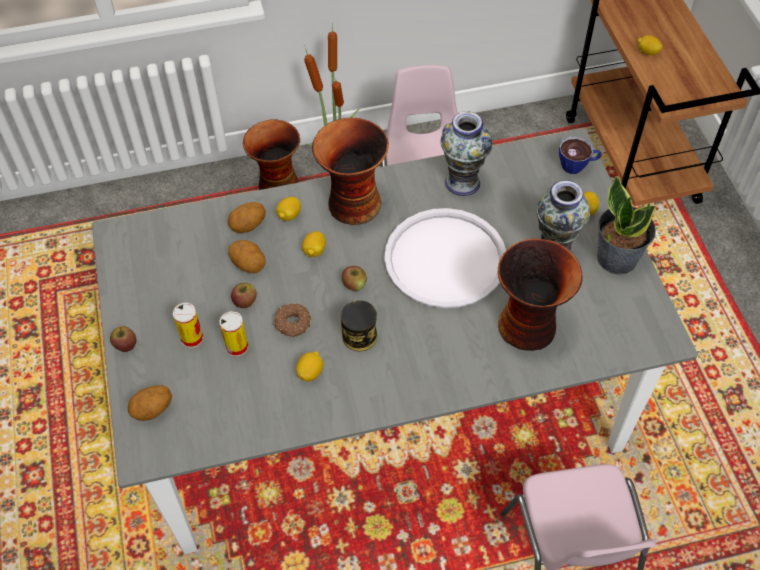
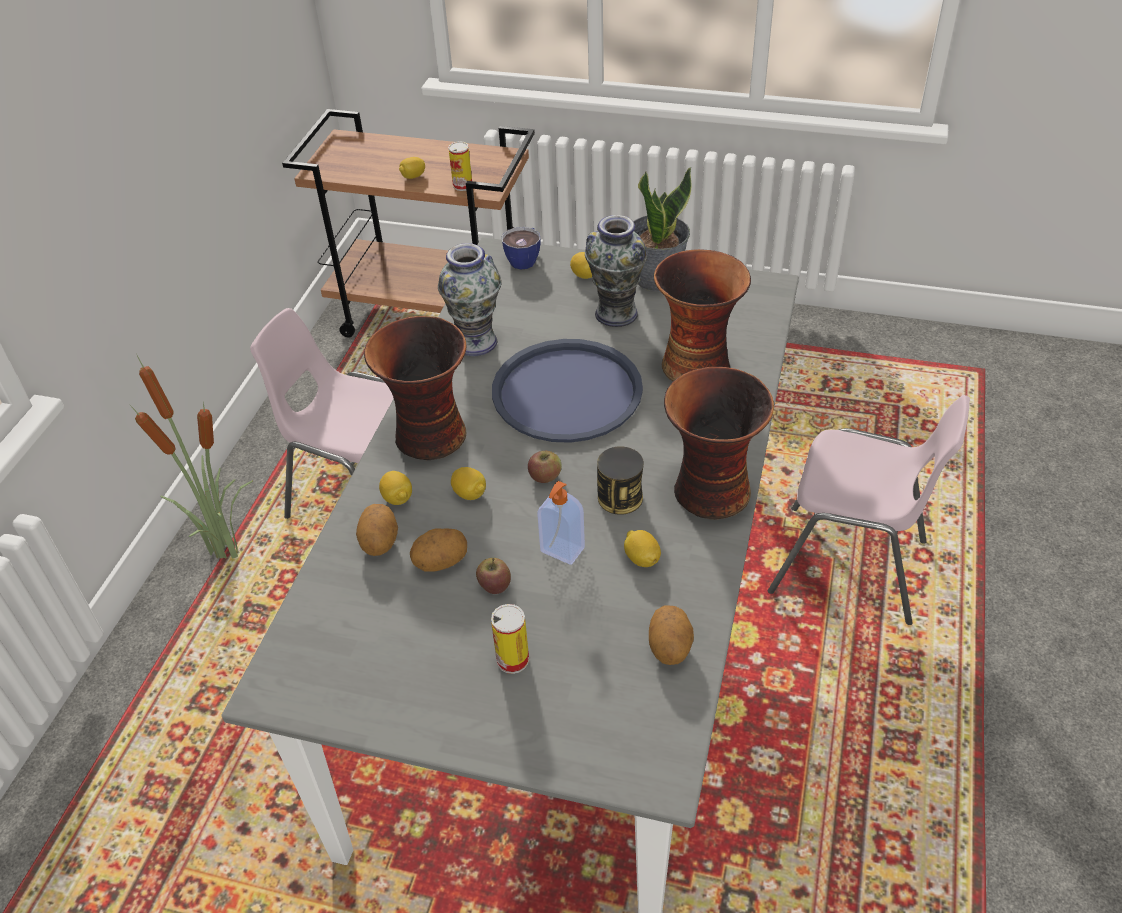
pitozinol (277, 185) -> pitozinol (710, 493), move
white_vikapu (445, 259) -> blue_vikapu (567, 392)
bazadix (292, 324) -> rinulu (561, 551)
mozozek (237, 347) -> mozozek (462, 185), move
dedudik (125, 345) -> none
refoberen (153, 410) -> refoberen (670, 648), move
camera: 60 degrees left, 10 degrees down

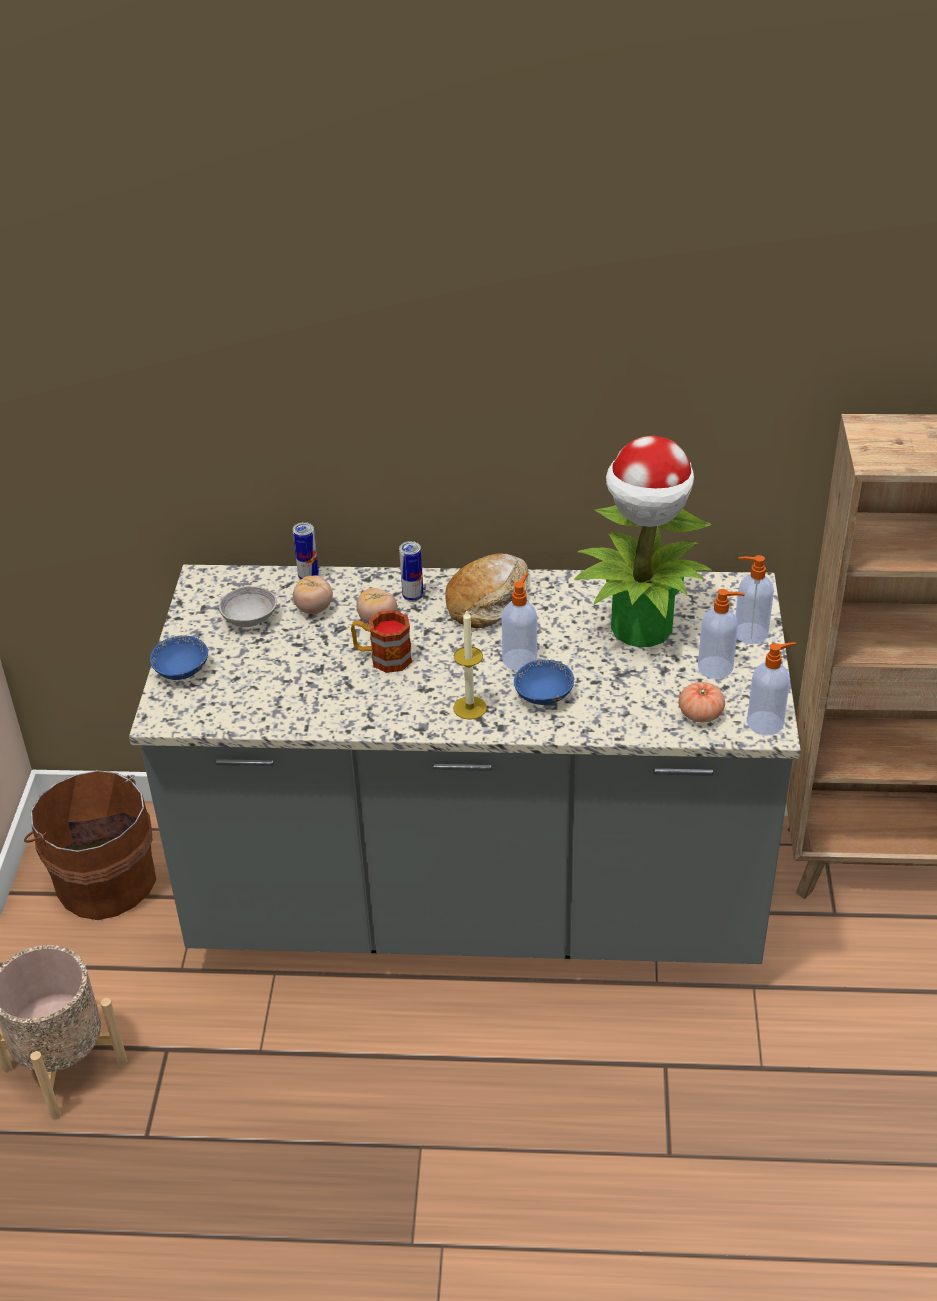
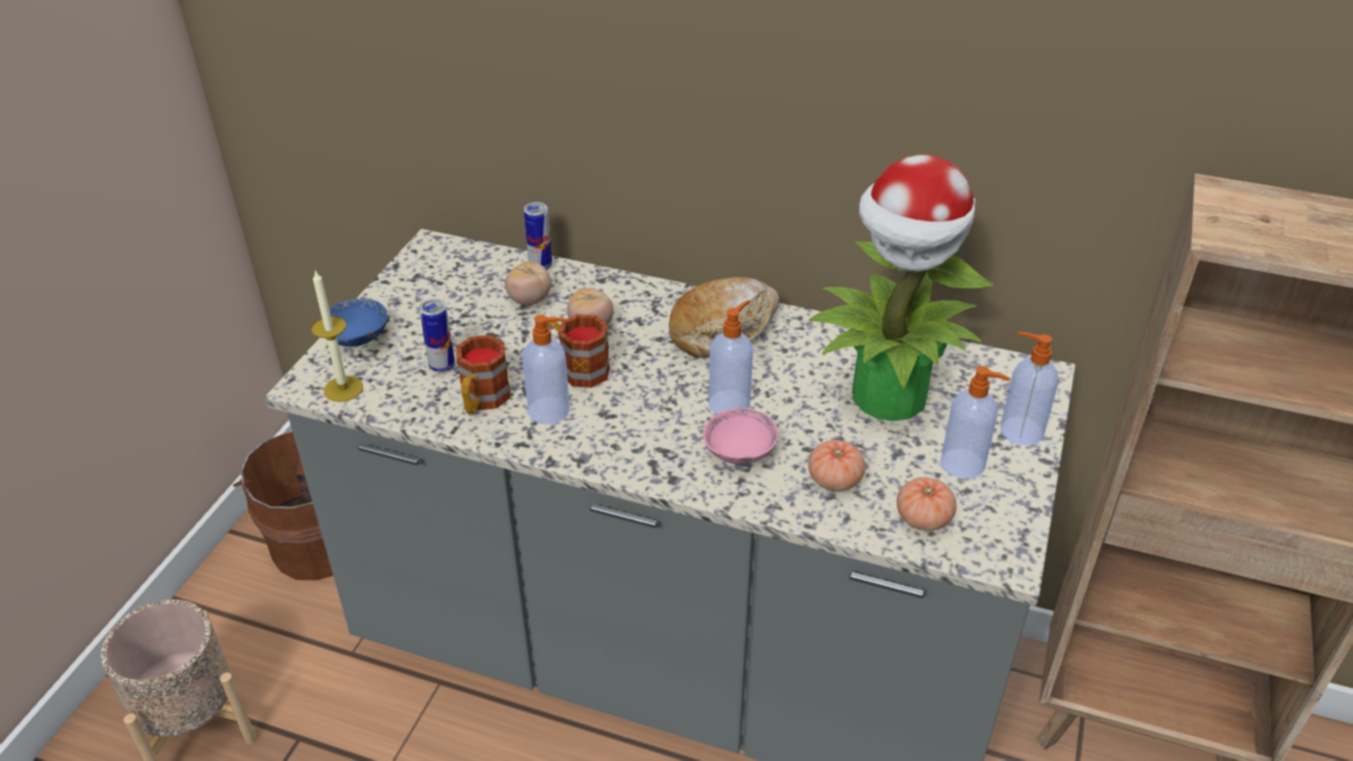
mozozek (413, 596) -> mozozek (442, 366), move
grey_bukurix (249, 619) -> none
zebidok (470, 708) -> zebidok (343, 389), move
rinulu (766, 723) -> rinulu (550, 411), move
blue_bukurix (543, 695) -> pink_bukurix (740, 452)
none -> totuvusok (482, 401)
none -> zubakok (834, 479)
camera: 15 degrees right, 0 degrees up

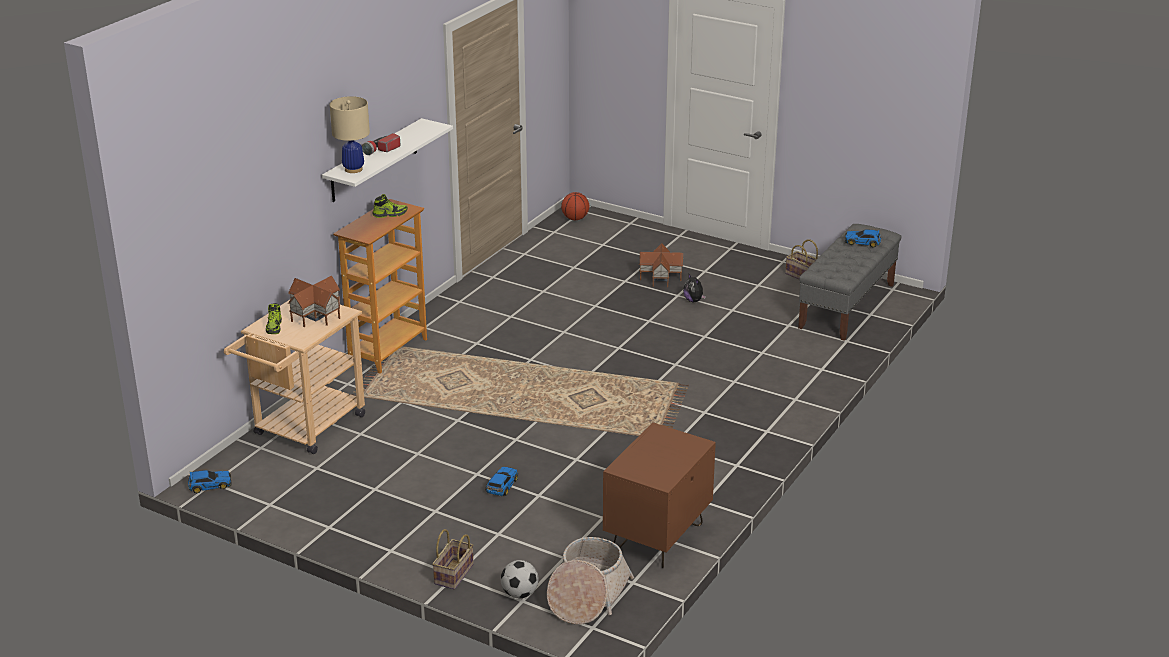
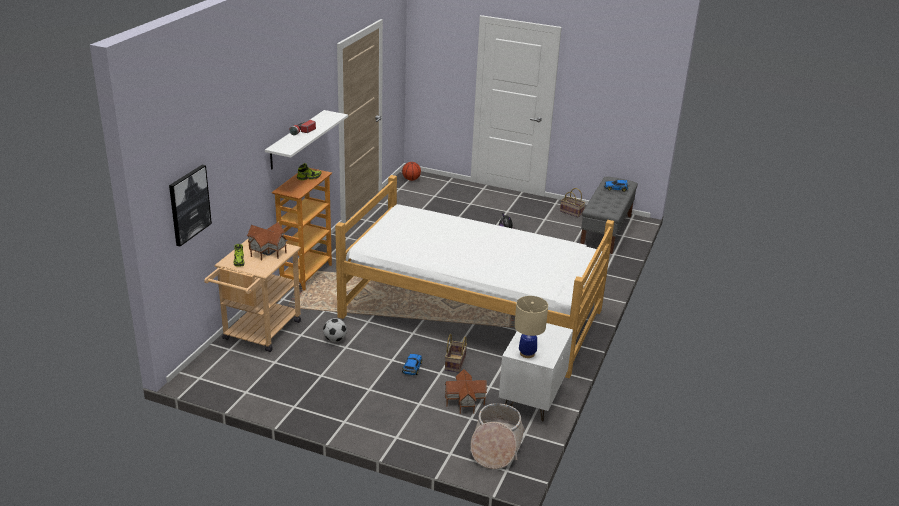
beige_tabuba (353, 169) -> beige_tabuba (527, 353), move
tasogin (661, 277) -> tasogin (465, 401), move
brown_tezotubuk (657, 538) -> white_tezotubuk (532, 399)
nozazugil (209, 485) -> none
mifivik (454, 575) -> mifivik (455, 364), move
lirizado (519, 594) -> lirizado (335, 339), move
none -> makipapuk (189, 204)
none -> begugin (471, 314)
camera: 10 degrees left, 0 degrees up

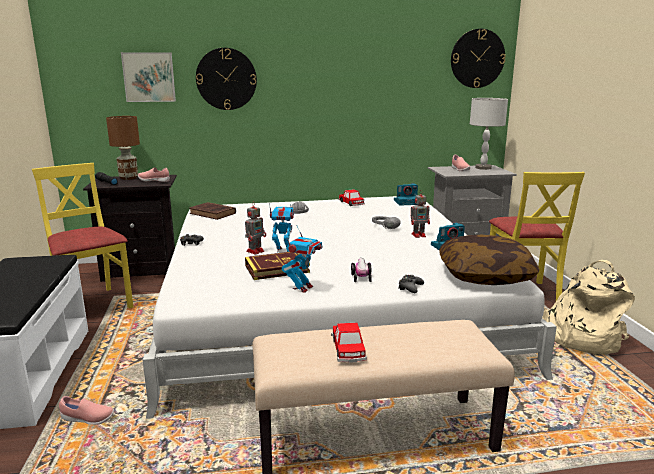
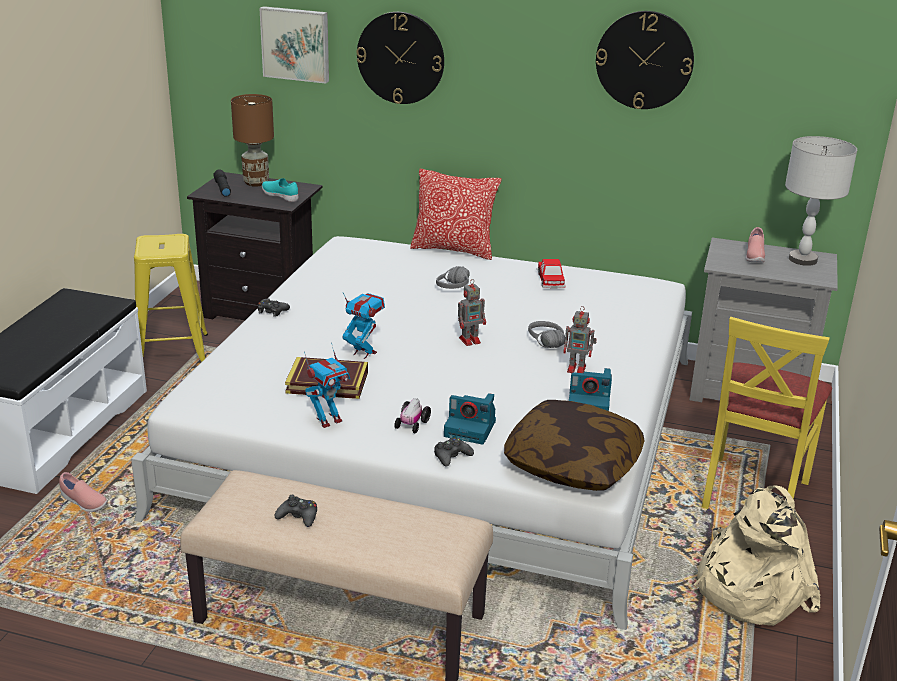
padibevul (477, 58) -> padibevul (644, 60), move
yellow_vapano (92, 305) -> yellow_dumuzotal (172, 353)
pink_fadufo (154, 181) -> turquoise_fadufo (281, 197)
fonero (406, 202) -> fonero (471, 429), move
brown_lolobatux (213, 214) -> none
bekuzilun (256, 251) -> bekuzilun (470, 340), move
nozazugil (348, 349) -> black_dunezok (298, 516)
none -> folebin (453, 249)
camera: 25 degrees right, 10 degrees up

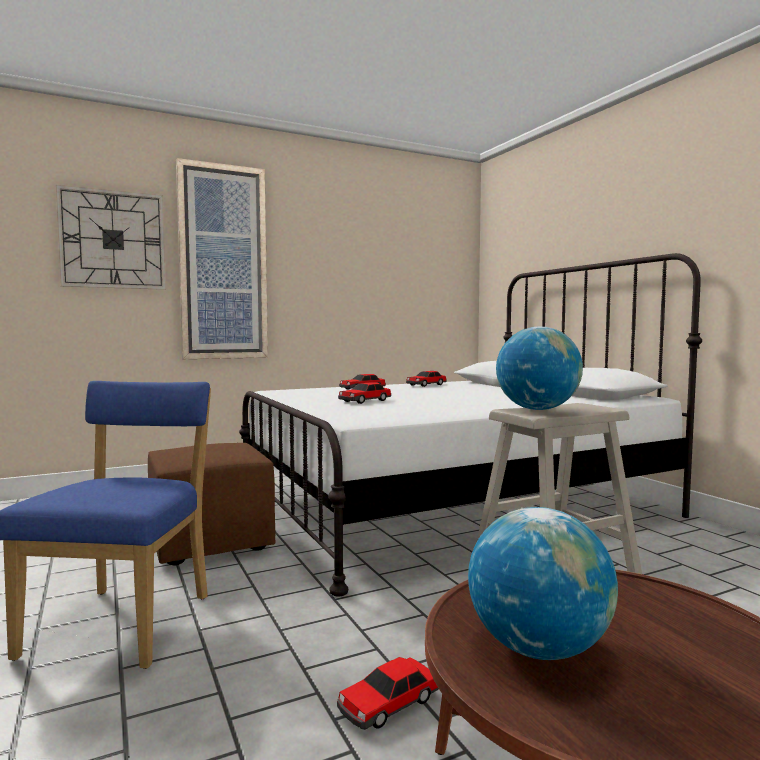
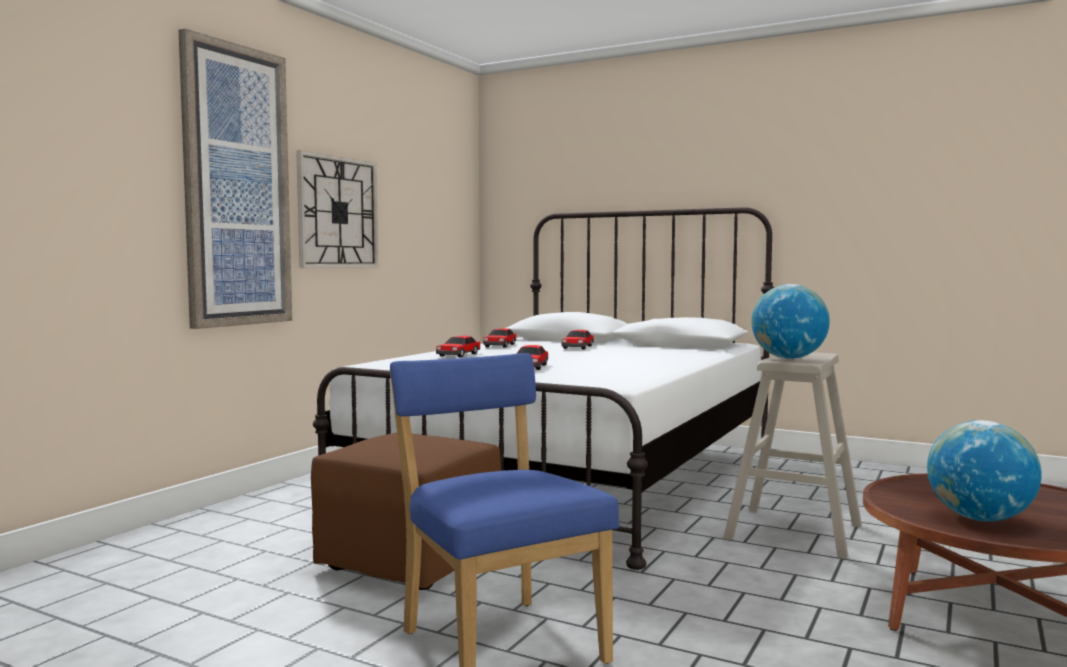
padibevul (113, 240) -> padibevul (338, 212), move
nozazugil (388, 704) -> nozazugil (577, 347), move
camera: 35 degrees left, 0 degrees up

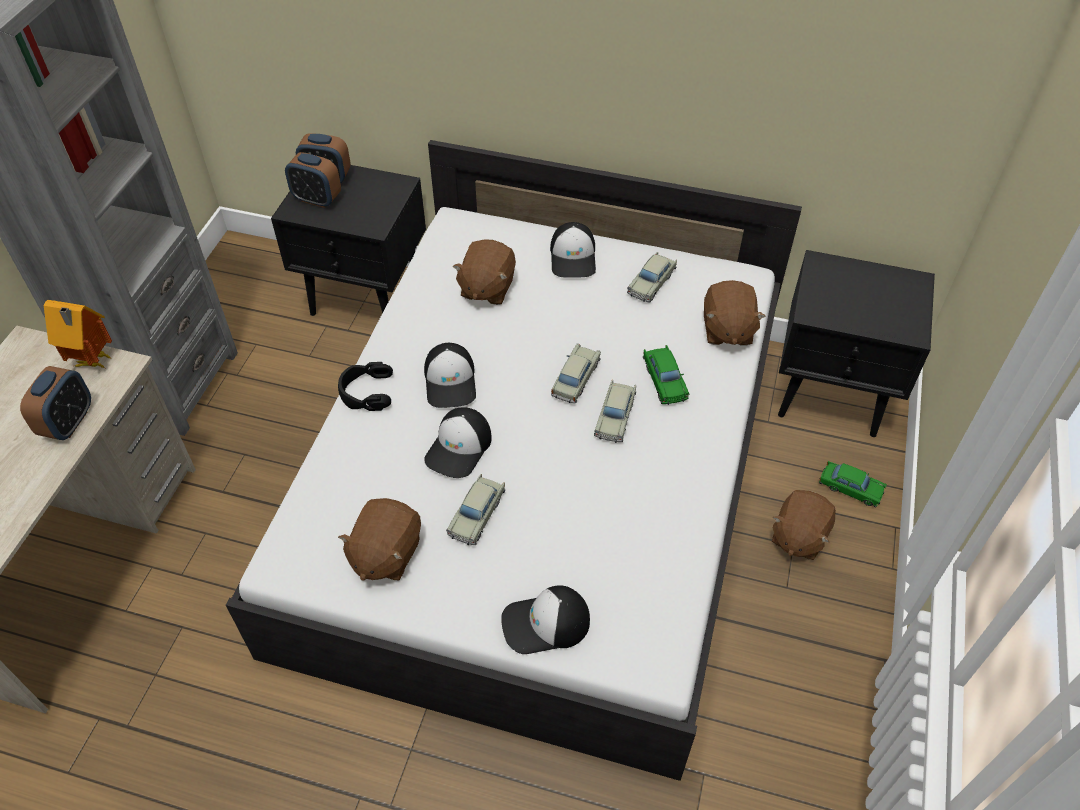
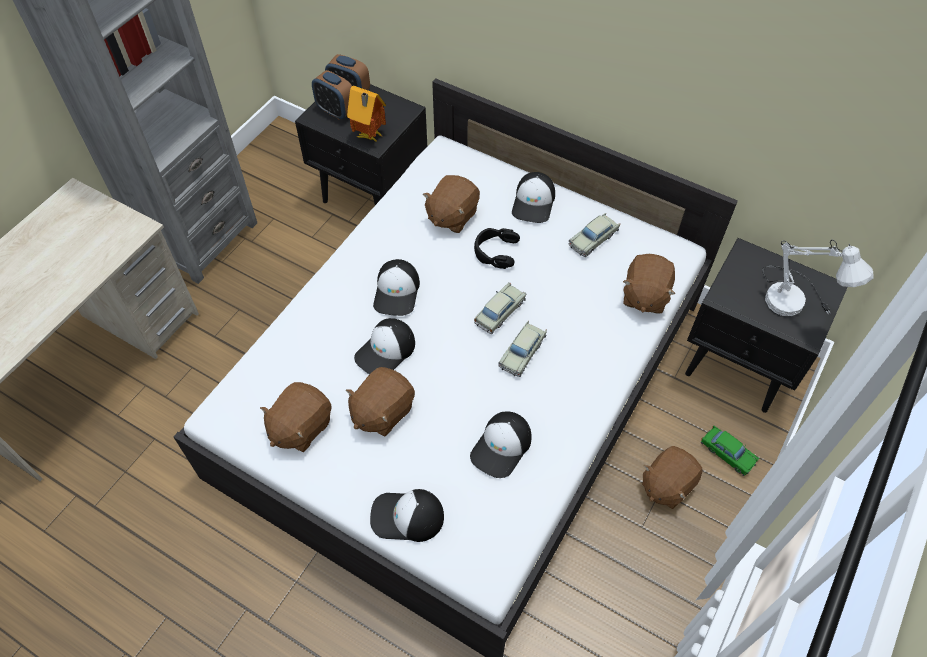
tasogin (93, 363) -> tasogin (369, 137), move
green_nozazugil (664, 380) -> none
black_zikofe (366, 392) -> black_zikofe (495, 251), move
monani (69, 422) -> none
beige_nozazugil (477, 514) -> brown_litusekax (382, 411)
none -> white_tabuba (796, 300)
none -> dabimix (502, 447)
camera: 15 degrees right, 5 degrees up

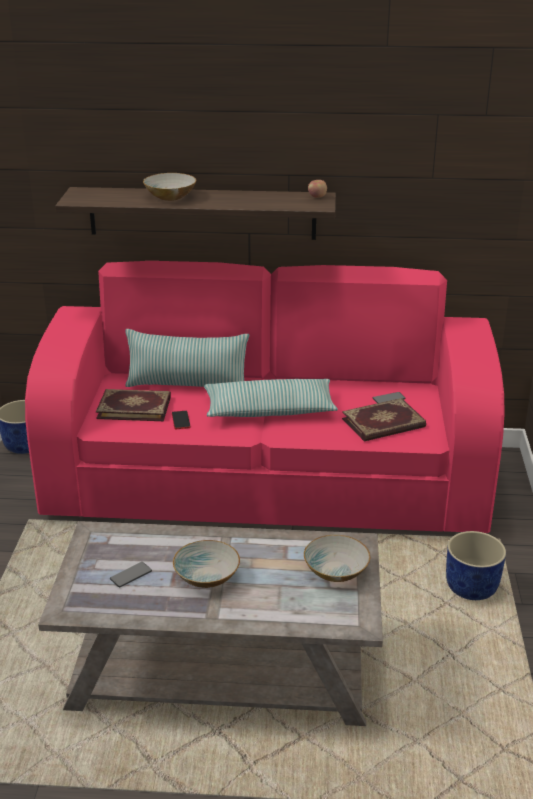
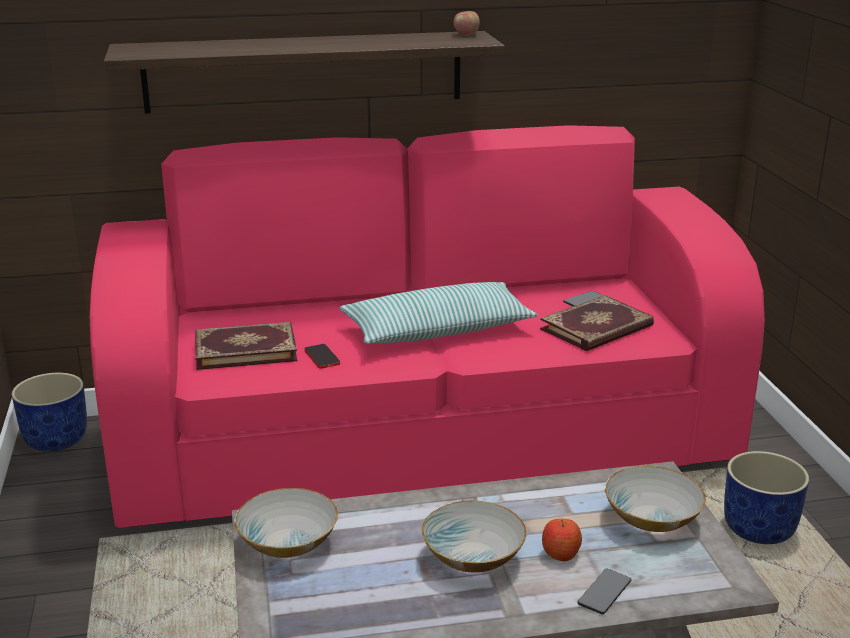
bukurix (169, 196) -> bukurix (286, 543), move
folebin (187, 385) -> none
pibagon (131, 575) -> pibagon (604, 592), move
none -> dedudik (560, 553)
camera: 15 degrees left, 5 degrees down

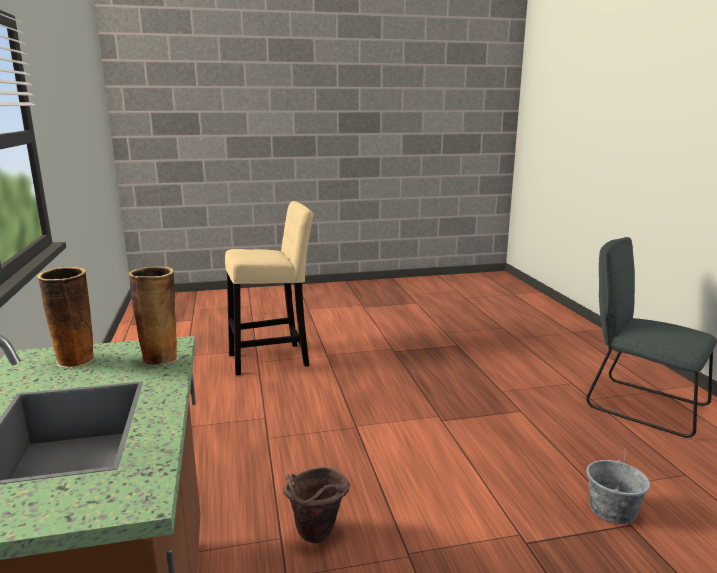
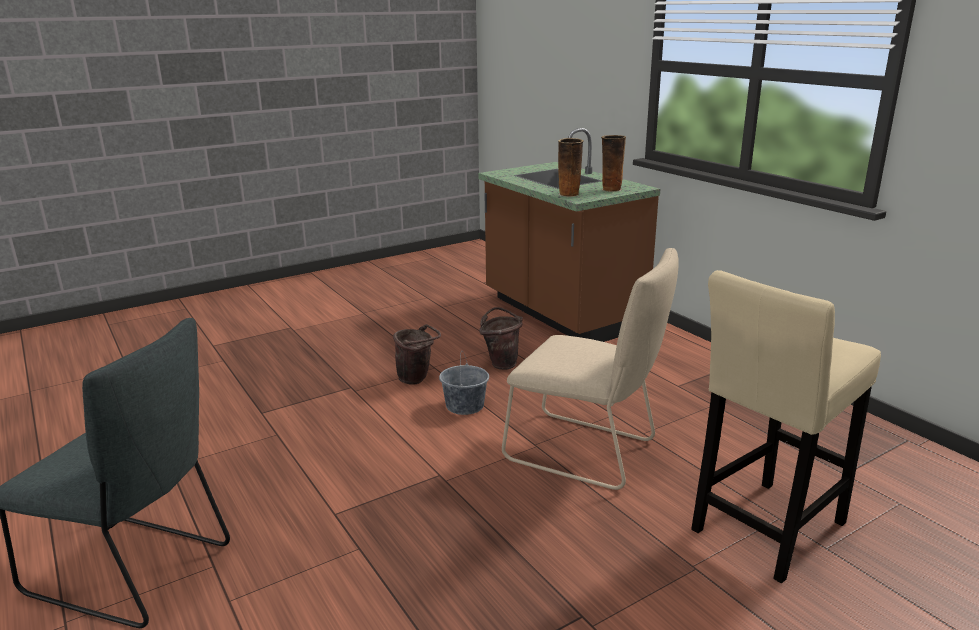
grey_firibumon (612, 509) -> grey_firibumon (464, 406), move
none -> beige_vapano (586, 452)
none -> brown_firibumon (417, 379)
camera: 160 degrees right, 5 degrees up

